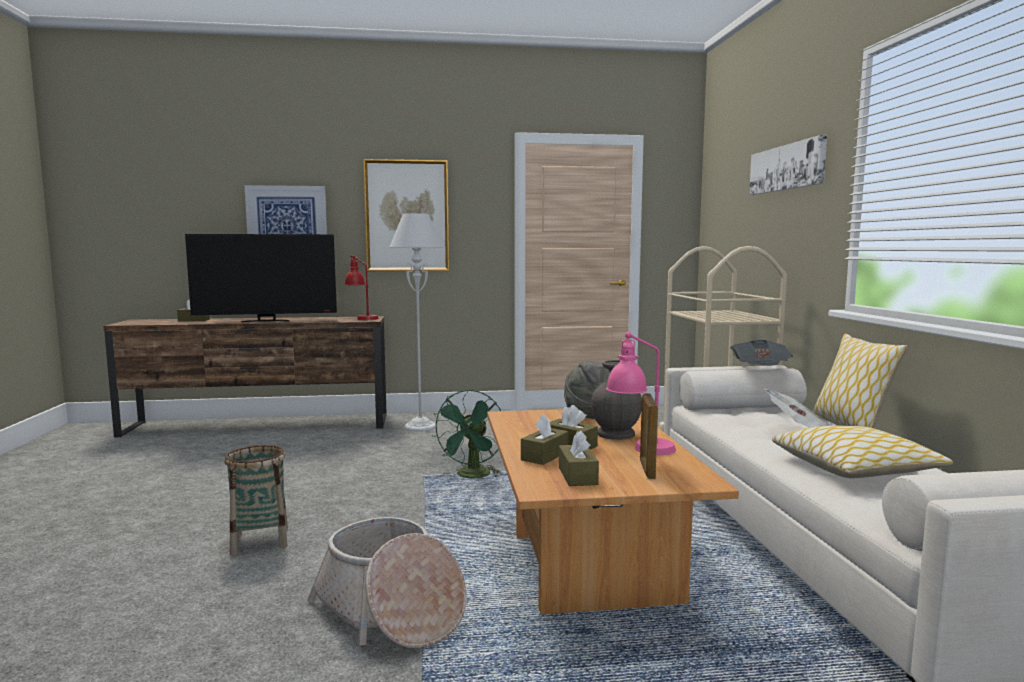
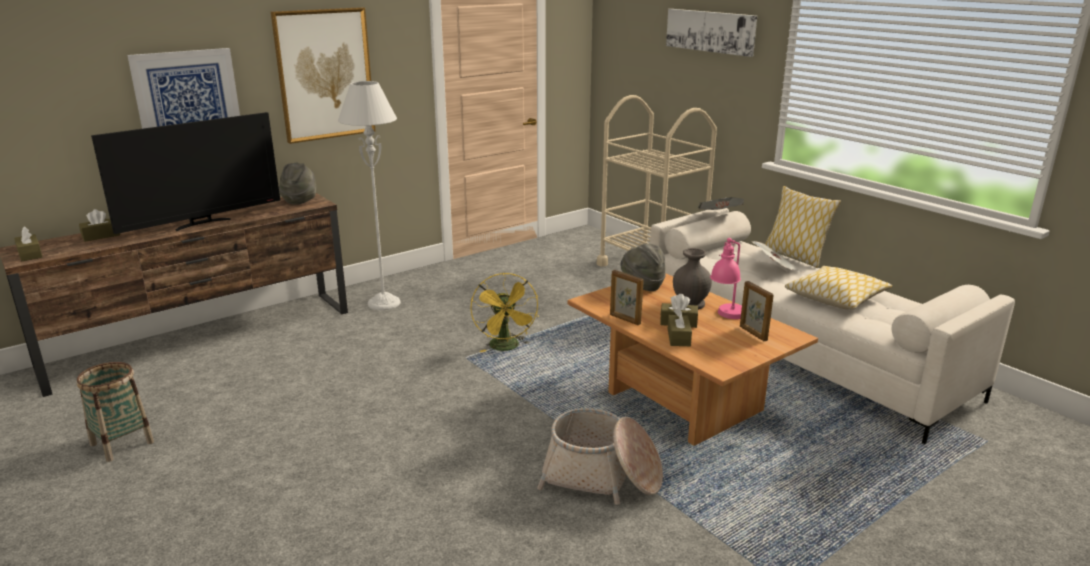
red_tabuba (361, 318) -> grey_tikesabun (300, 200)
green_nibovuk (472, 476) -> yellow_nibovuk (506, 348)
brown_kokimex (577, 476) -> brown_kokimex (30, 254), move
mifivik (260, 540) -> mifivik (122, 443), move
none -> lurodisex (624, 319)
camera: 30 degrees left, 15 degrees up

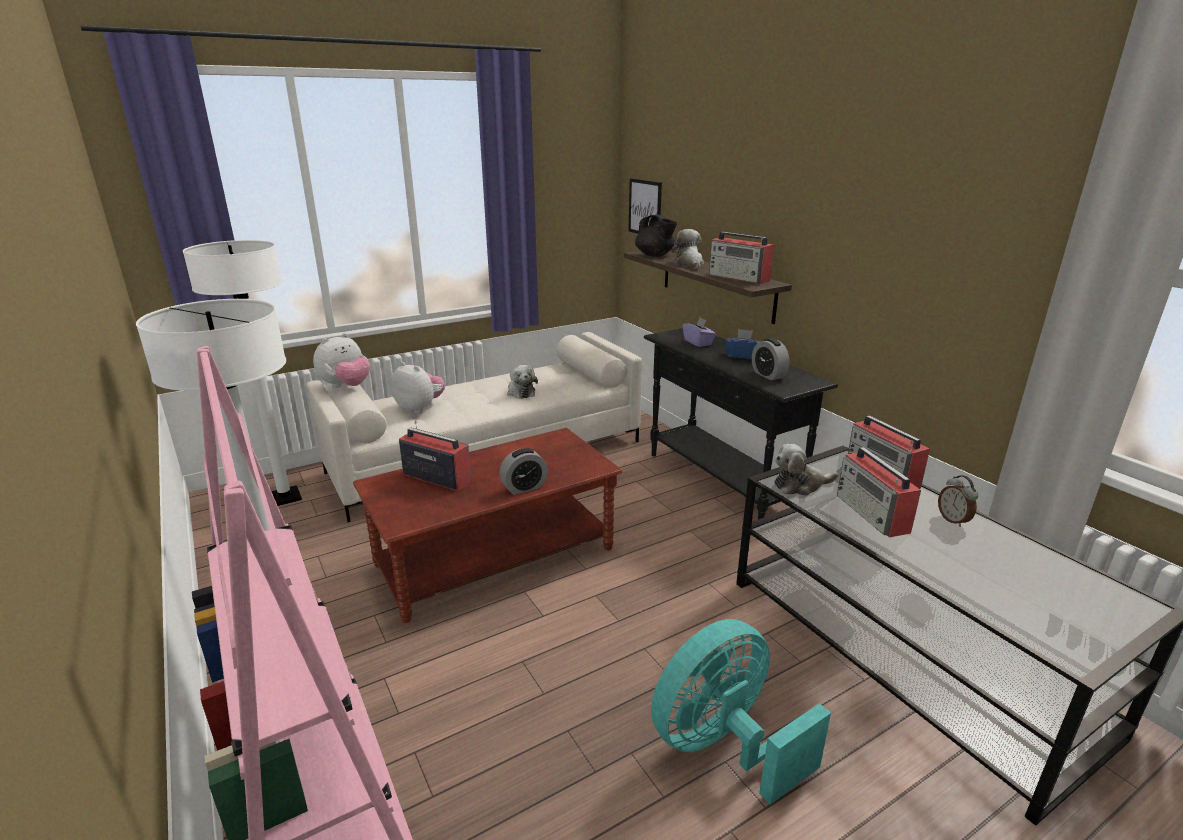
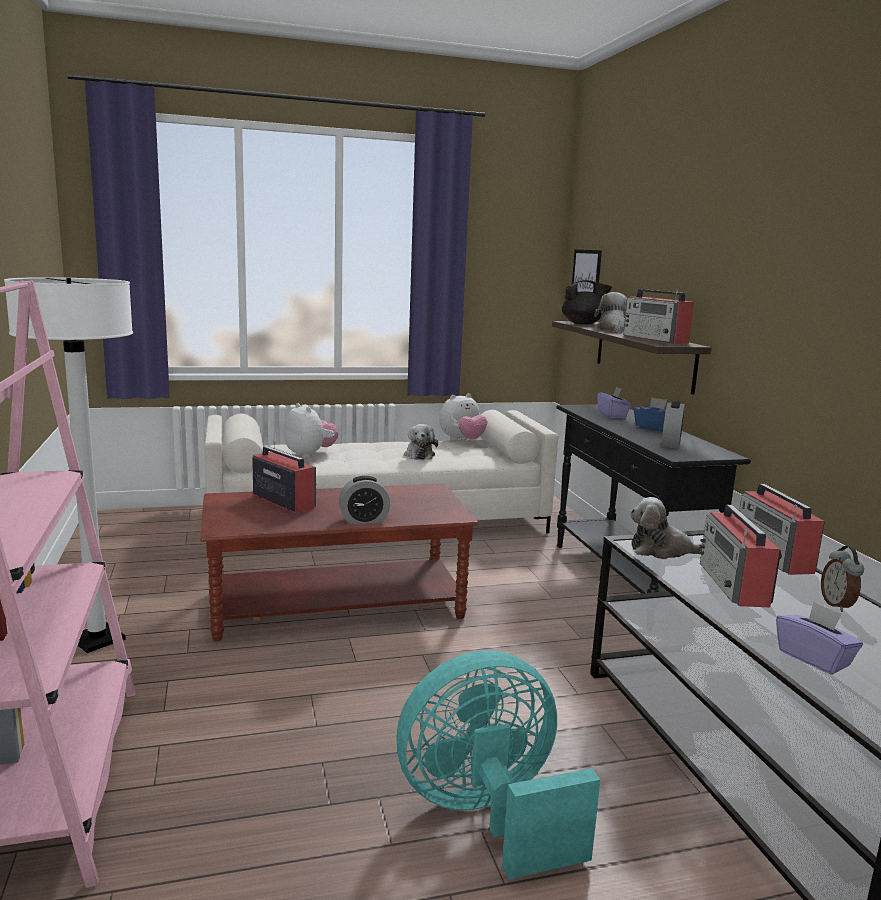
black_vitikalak (655, 255) -> black_vitikalak (583, 324), 75 degrees counterclockwise
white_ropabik (285, 498) -> none
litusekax (346, 386) -> litusekax (462, 441), move
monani (768, 375) -> monani (671, 444), 150 degrees counterclockwise
none -> purple_kokimex (814, 658)
camera: 15 degrees right, 10 degrees down

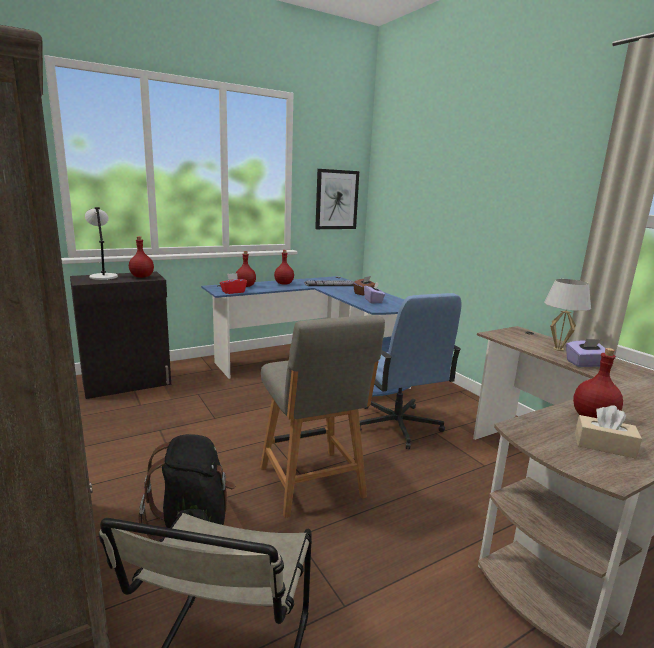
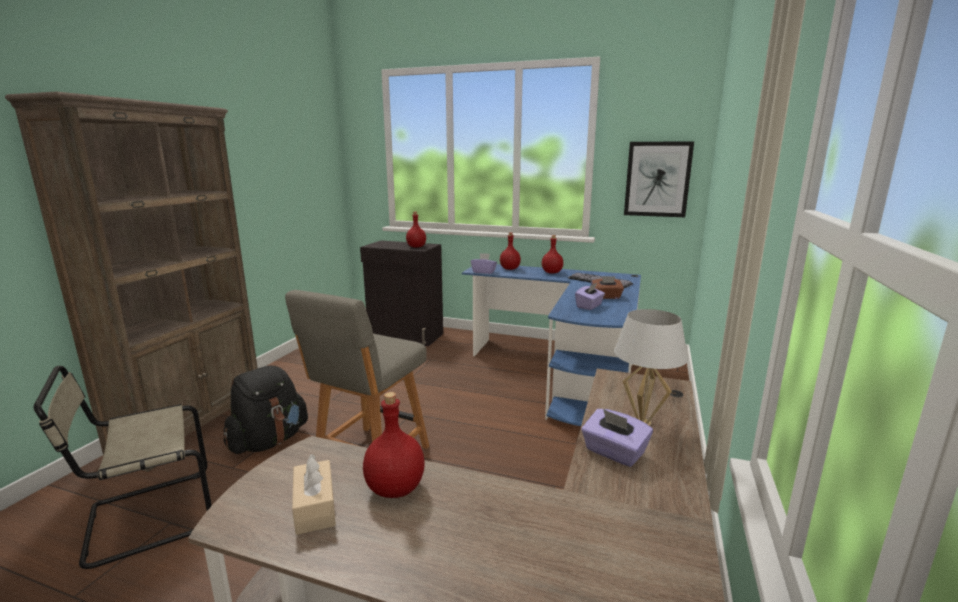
grey_tabuba (103, 277) -> none
red_kokimex (233, 292) -> purple_kokimex (484, 272)
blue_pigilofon (397, 425) -> none
camera: 50 degrees right, 0 degrees up

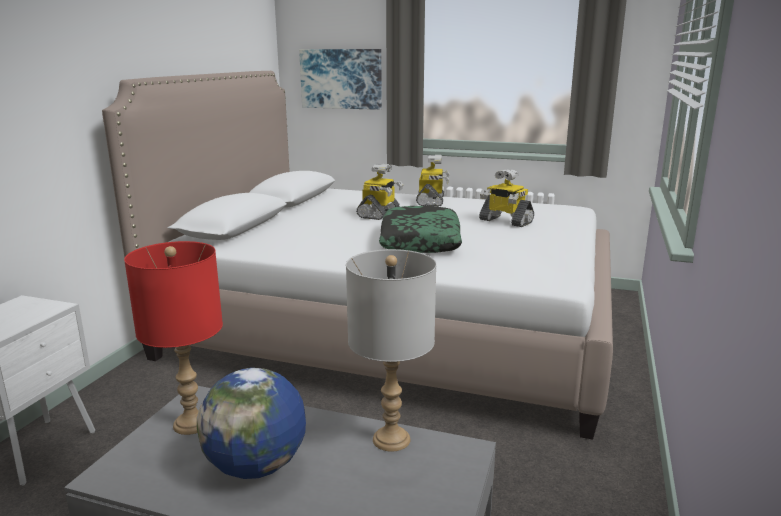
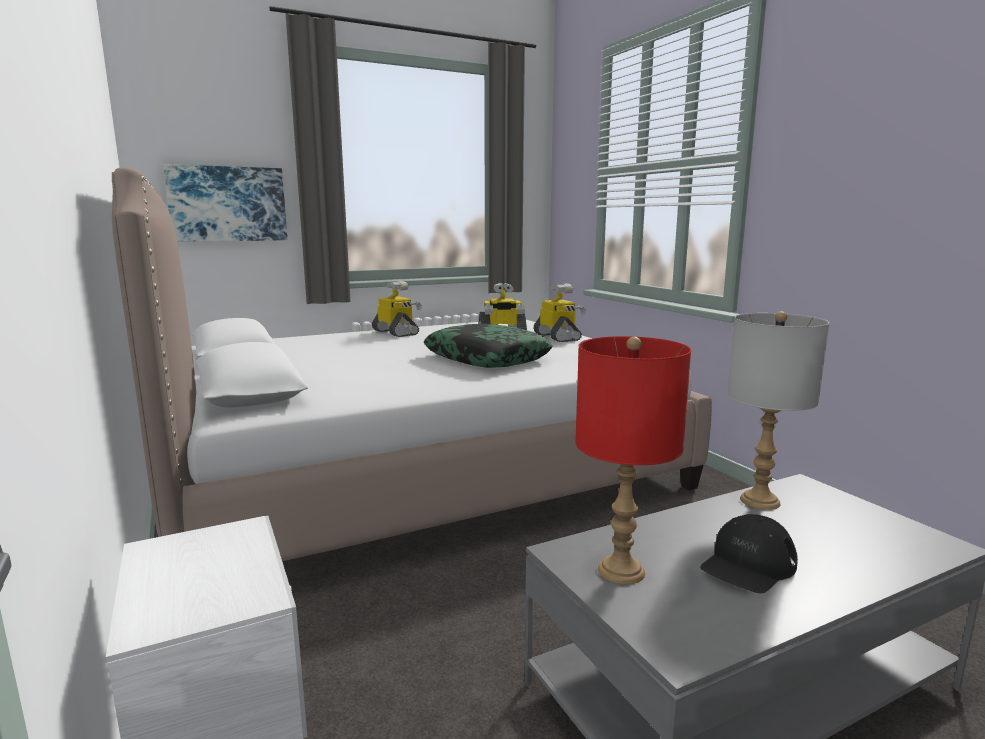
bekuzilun (379, 214) -> bekuzilun (558, 337), move
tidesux (256, 466) -> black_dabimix (748, 565)
camera: 45 degrees left, 5 degrees down

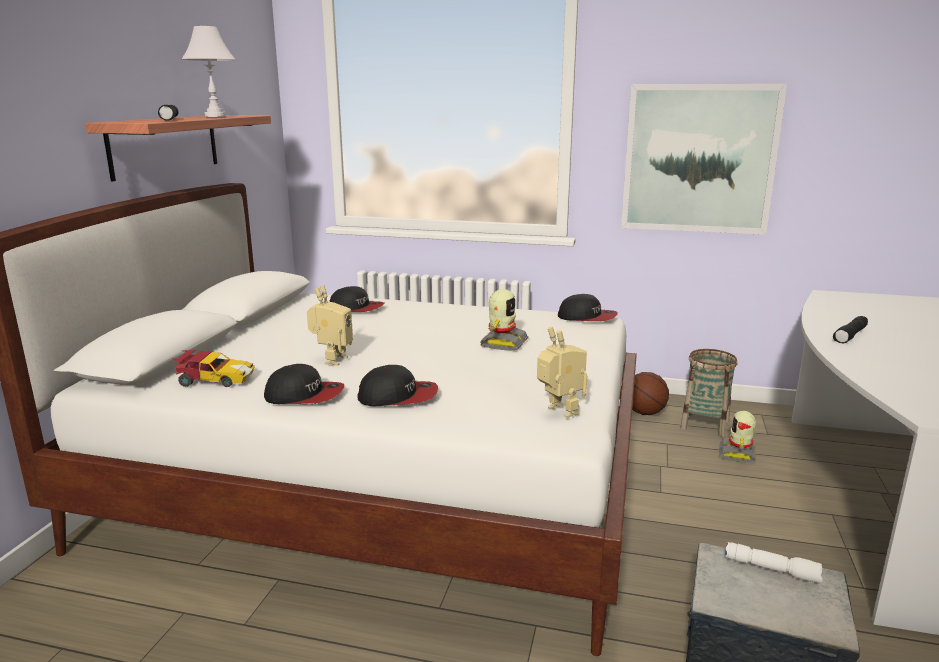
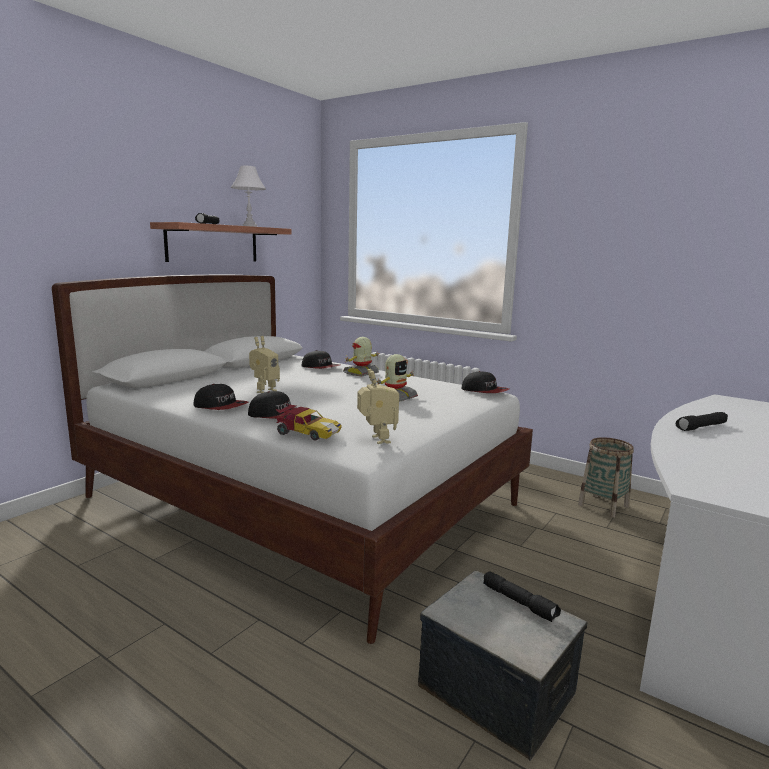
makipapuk (698, 159) -> none
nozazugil (214, 380) -> nozazugil (307, 433), move
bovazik (645, 412) -> none
bekuzilun (738, 454) -> bekuzilun (361, 373), move
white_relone (772, 569) -> black_relone (520, 602)
camera: 20 degrees right, 5 degrees down

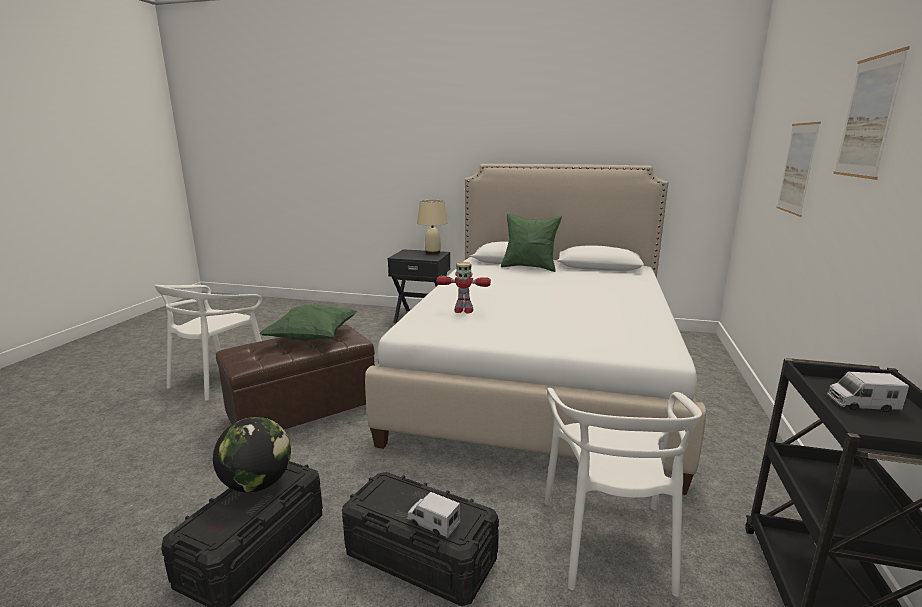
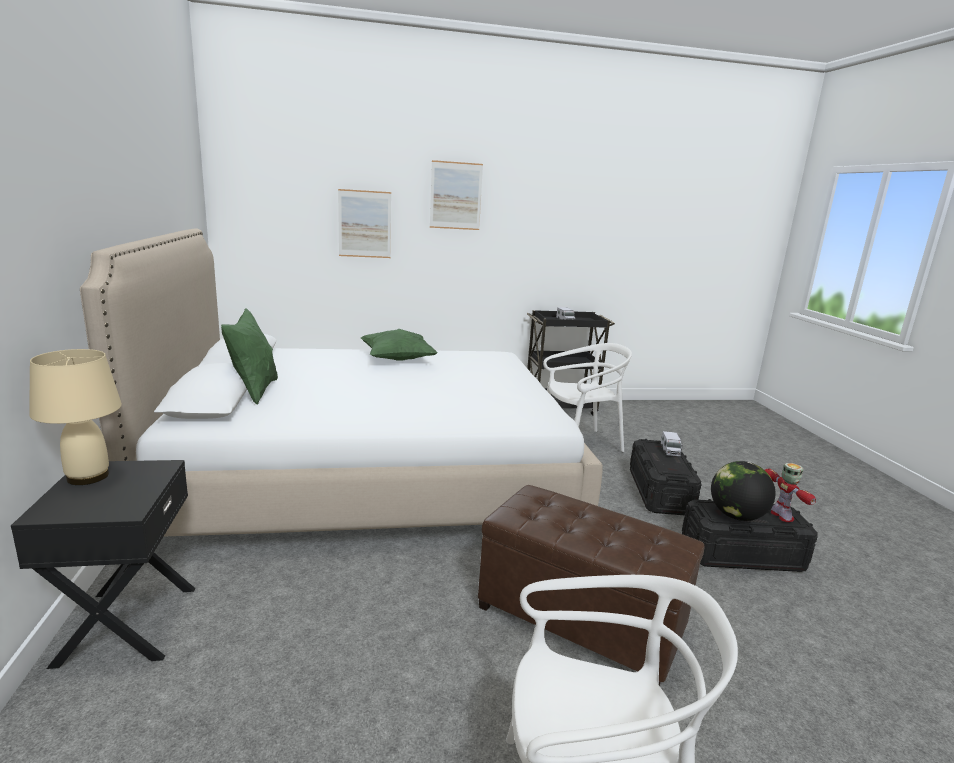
bekuzilun (463, 310) -> bekuzilun (782, 516), move
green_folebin (312, 338) -> green_folebin (397, 360), move
camera: 115 degrees left, 0 degrees up

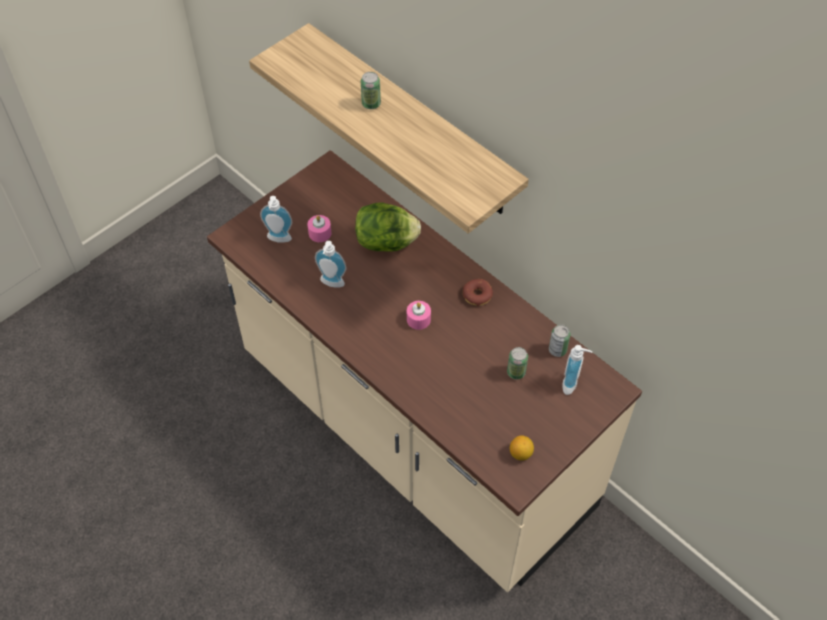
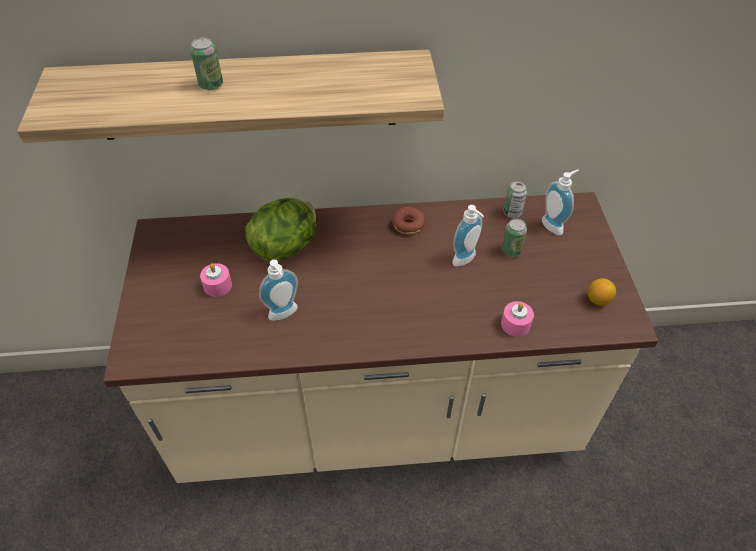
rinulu (278, 240) -> rinulu (466, 260), move
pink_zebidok (418, 319) -> pink_zebidok (515, 324), move
camera: 50 degrees left, 5 degrees down

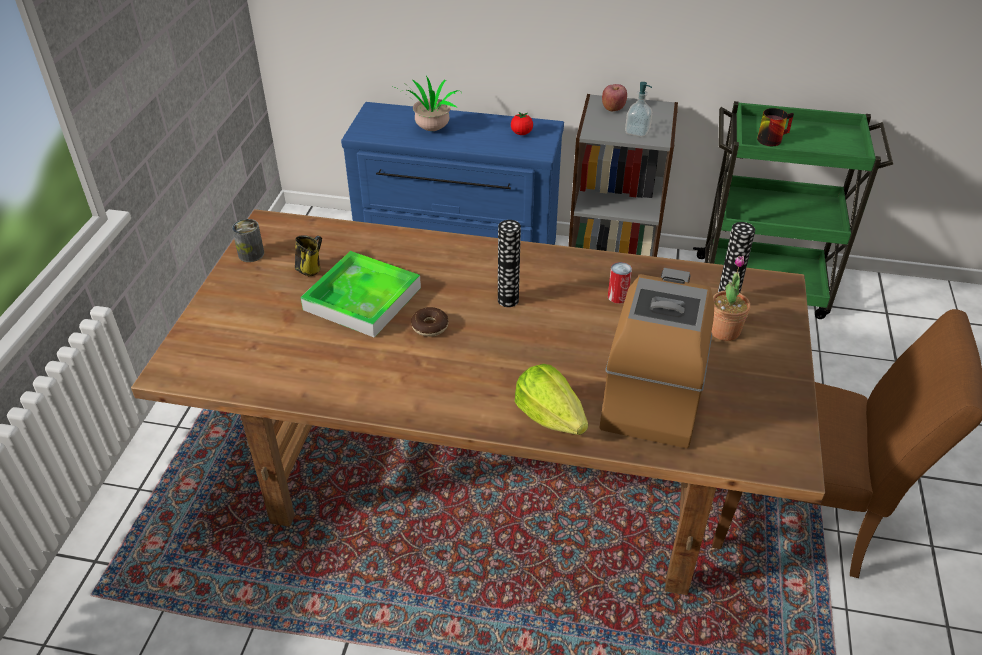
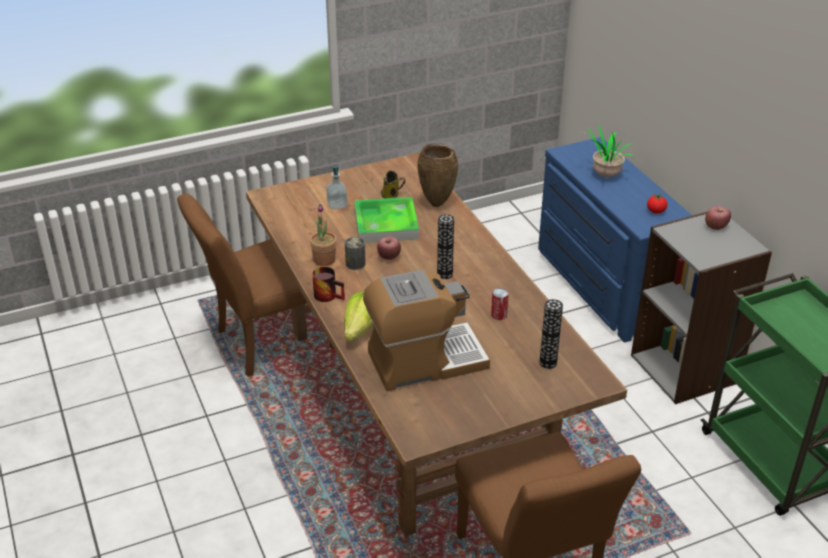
rinulu (637, 132) -> rinulu (337, 205), move
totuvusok (771, 138) -> totuvusok (329, 295), move
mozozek (251, 254) -> mozozek (355, 264), move
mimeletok (724, 331) -> mimeletok (324, 260), move
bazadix (430, 326) -> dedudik (389, 257)
none -> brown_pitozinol (437, 204)
none -> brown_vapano (267, 342)
camera: 55 degrees right, 5 degrees down

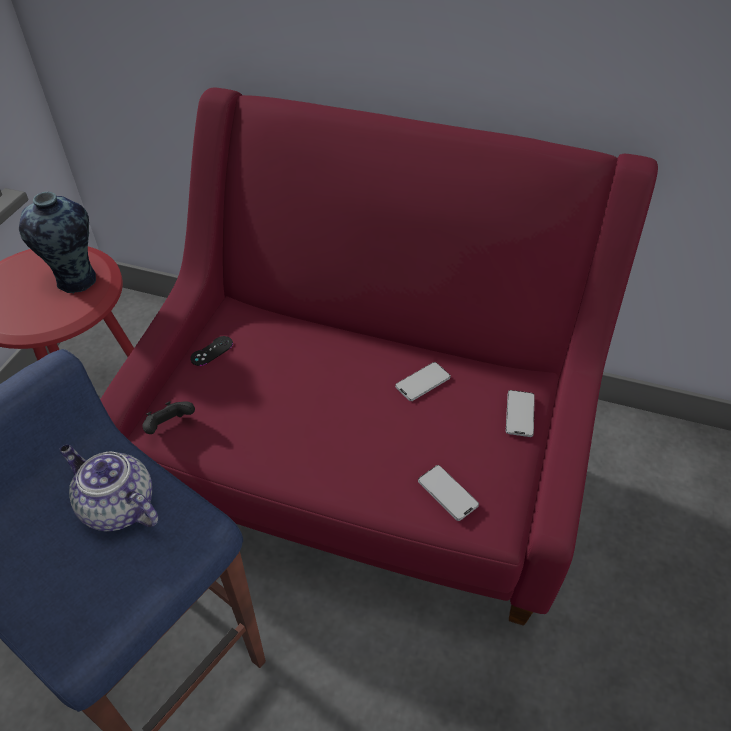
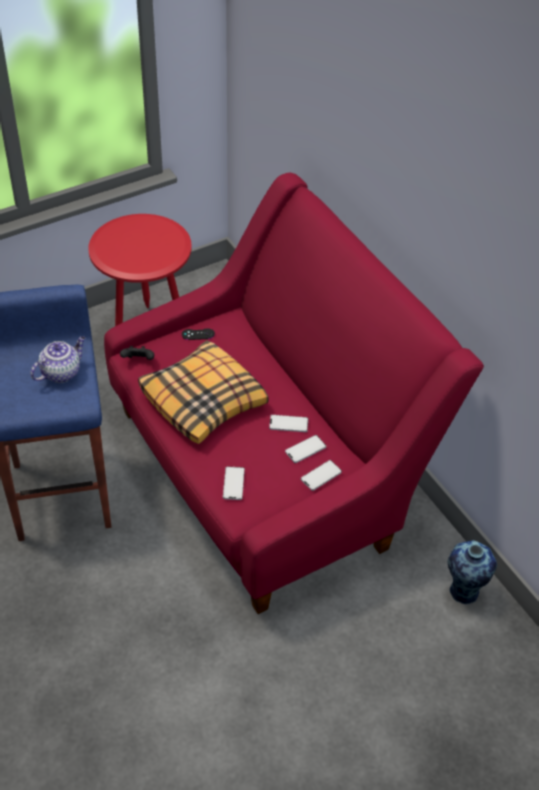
pitozinol (77, 281) -> pitozinol (463, 593), move
vitikalak (117, 507) -> vitikalak (61, 372), 60 degrees clockwise
none -> folebin (204, 401)
none -> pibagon (305, 449)
camera: 40 degrees right, 0 degrees up

